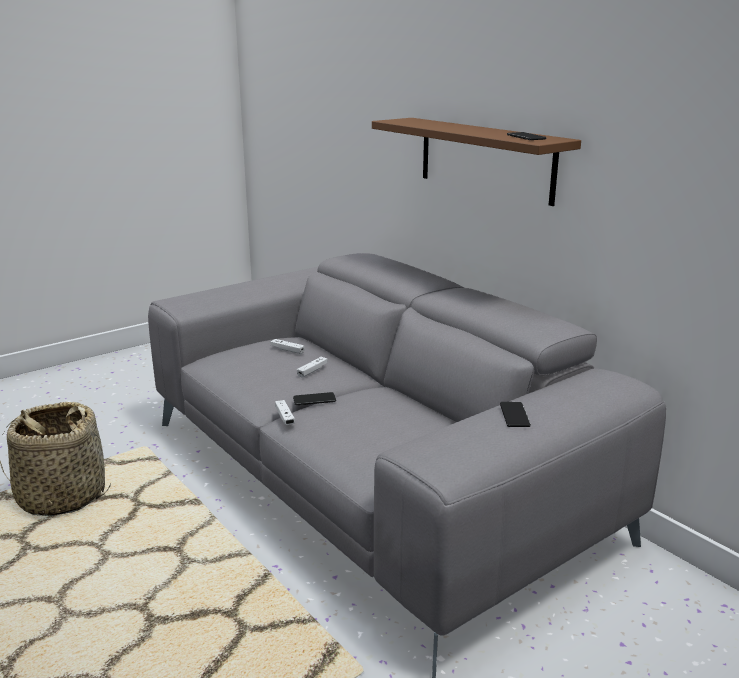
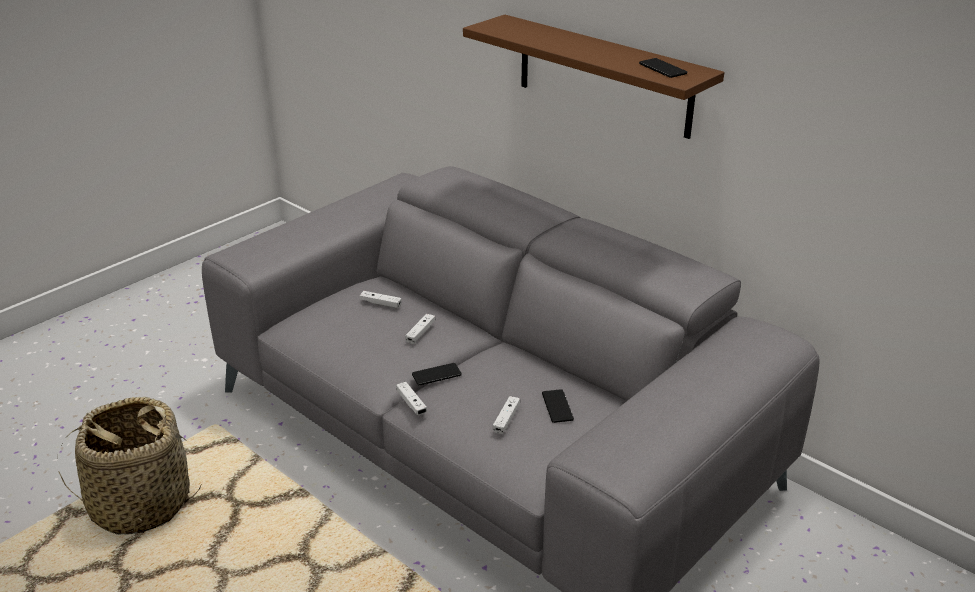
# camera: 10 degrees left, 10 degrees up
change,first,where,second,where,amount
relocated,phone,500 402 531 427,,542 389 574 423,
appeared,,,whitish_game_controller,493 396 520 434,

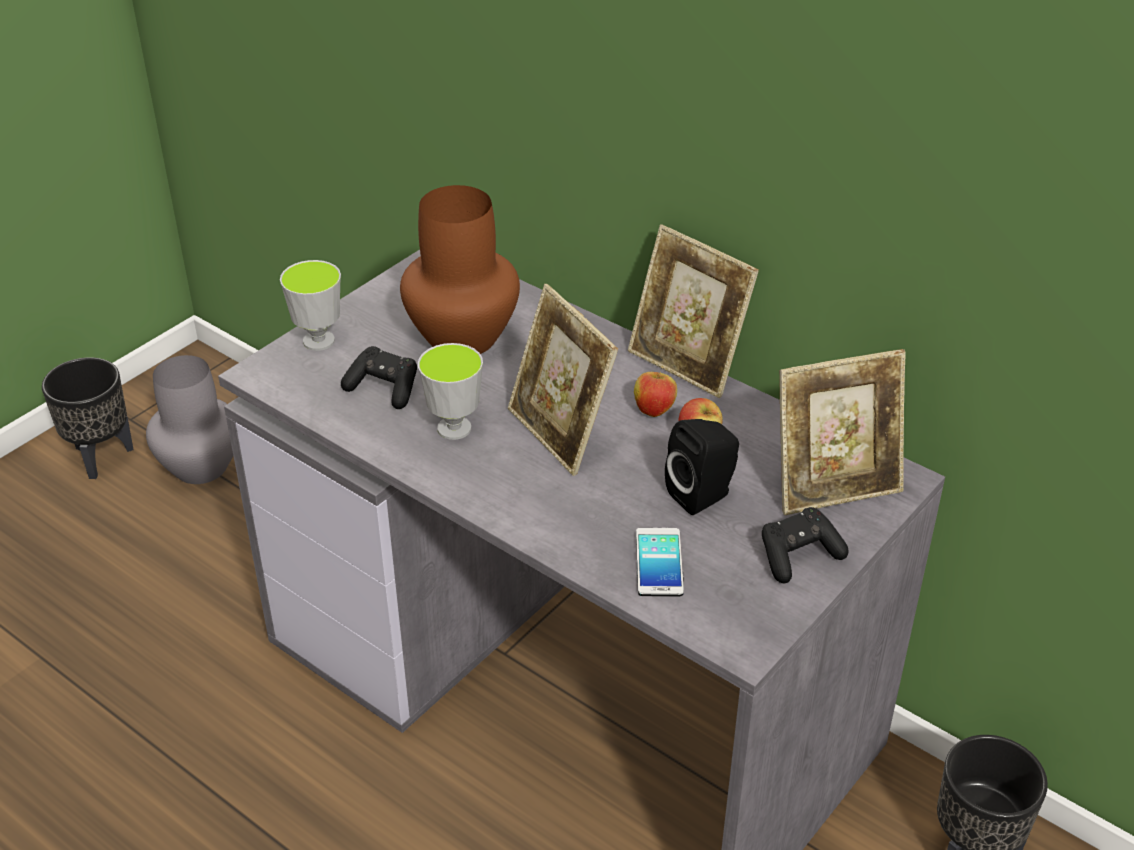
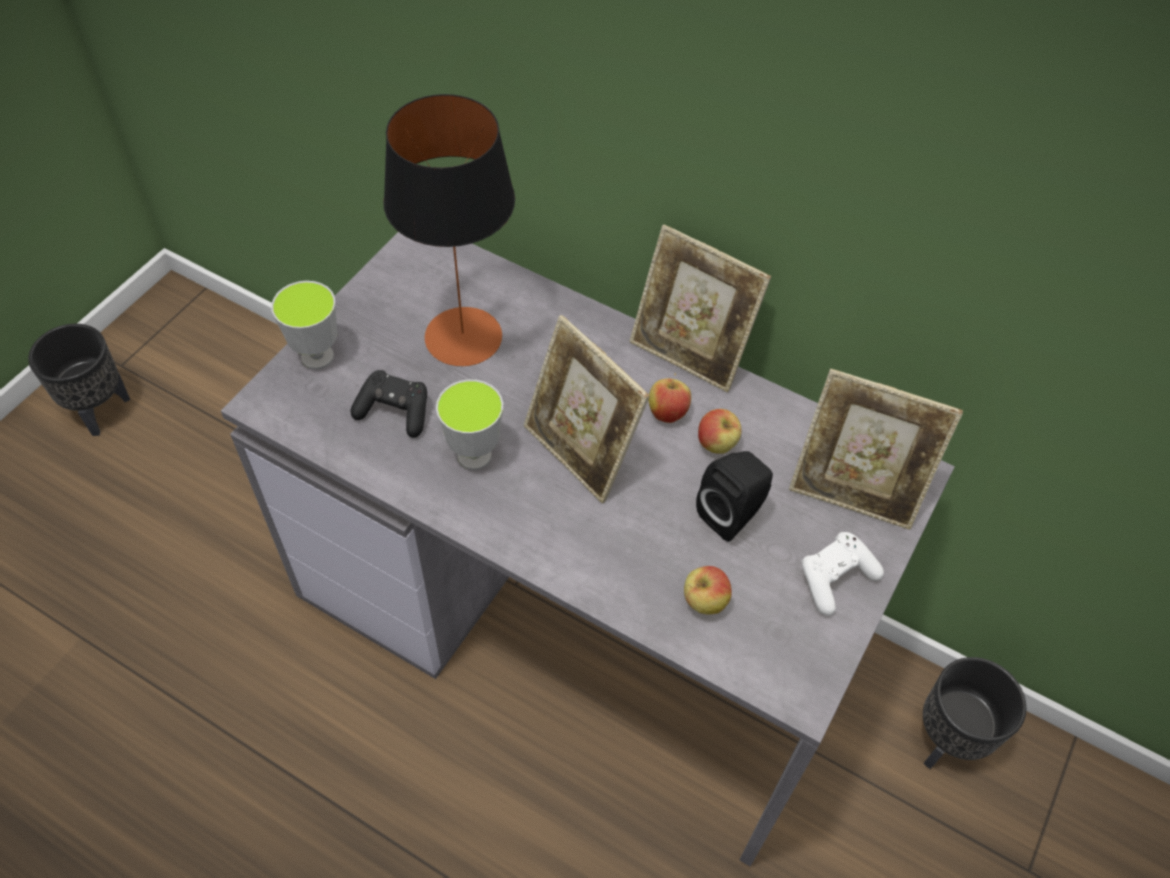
# camera: 10 degrees left, 15 degrees up
change,first,where,second,where,amount
exchanged,brown_flower_vase,400 185 520 354,tabletop_lamp,383 94 515 366,
spun,standing_frame,779 349 906 515,,789 369 963 530,45 degrees clockwise
missing,gray_flower_vase,146 355 233 484,,,
colour,black-coloured_game_controller,762 507 848 583,whitish_game_controller,801 532 884 616,
exchanged,phone,636 528 684 597,apple,684 566 732 615,

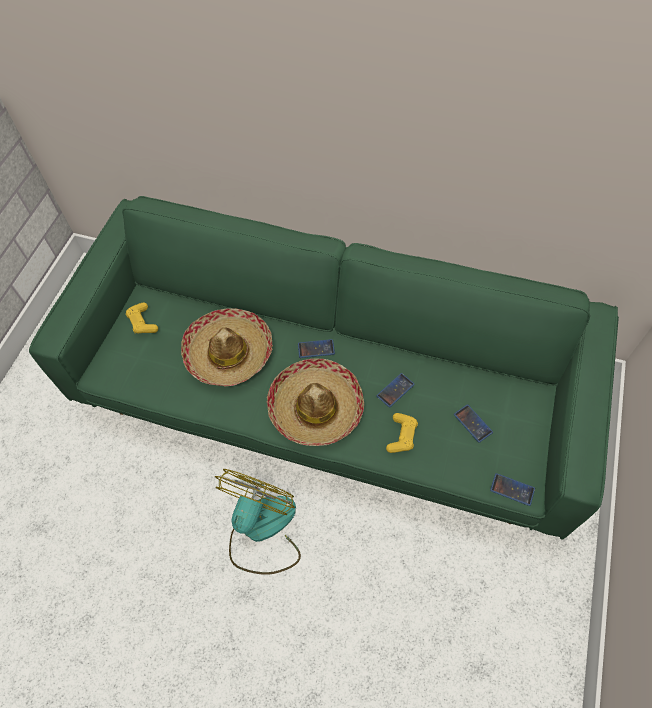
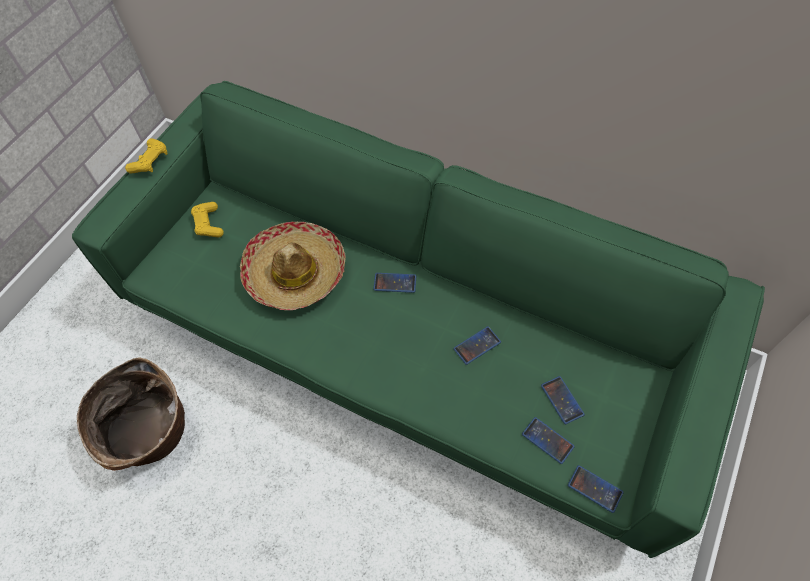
# camera: 10 degrees right, 0 degrees up
change,first,where,second,where,amount
missing,wearable_hat,267 358 364 446,,,
relocated,yellowish_game_controller,386 413 418 453,,125 138 167 173,
missing,fan,215 469 301 575,,,
appeared,,,basket,77 357 185 471,
appeared,,,phone,522 417 575 464,

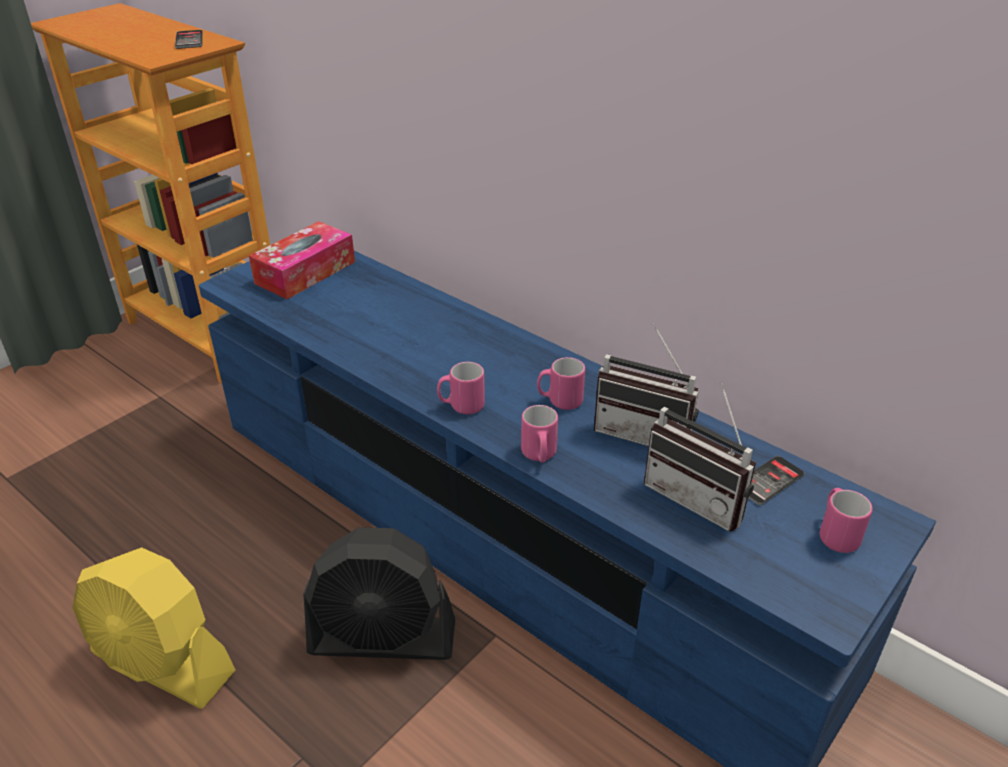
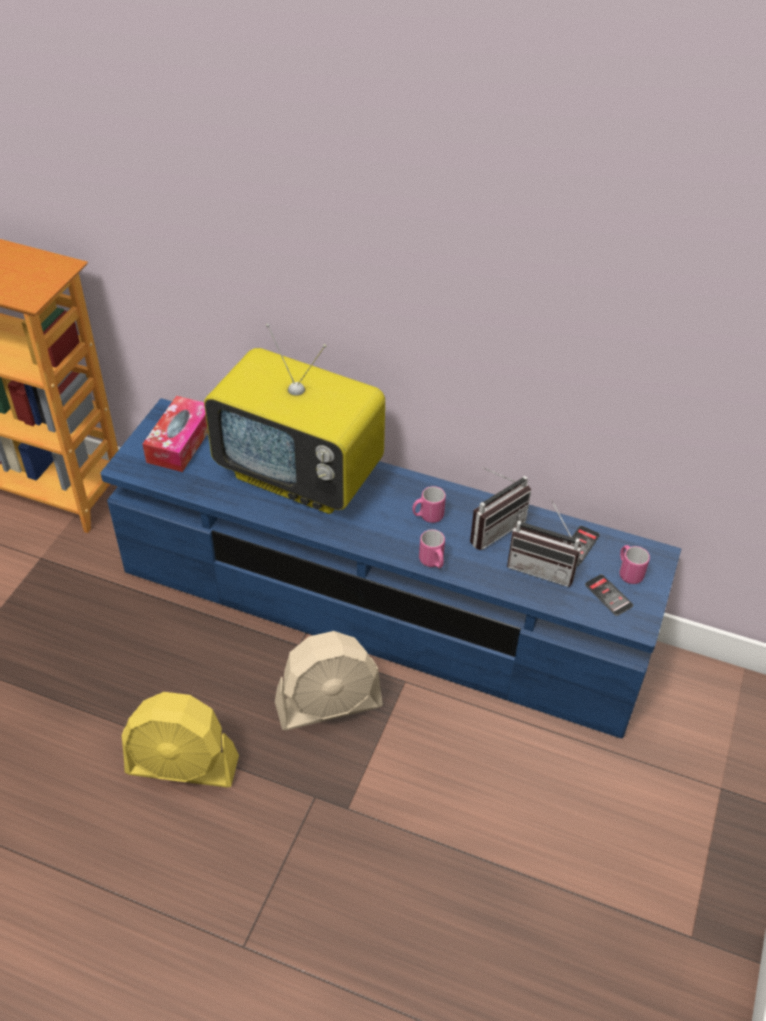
# camera: 20 degrees left, 10 degrees up
change,first,where,second,where,amount
relocated,phone,175 30 203 49,,585 574 633 616,
spun,radio,594 323 699 446,,470 467 531 550,45 degrees counterclockwise
missing,pink_mug,437 362 485 414,,,
colour,black-coloured_fan,303 527 455 660,beige_fan,275 631 383 730,
appeared,,,TV_set,204 324 385 514,

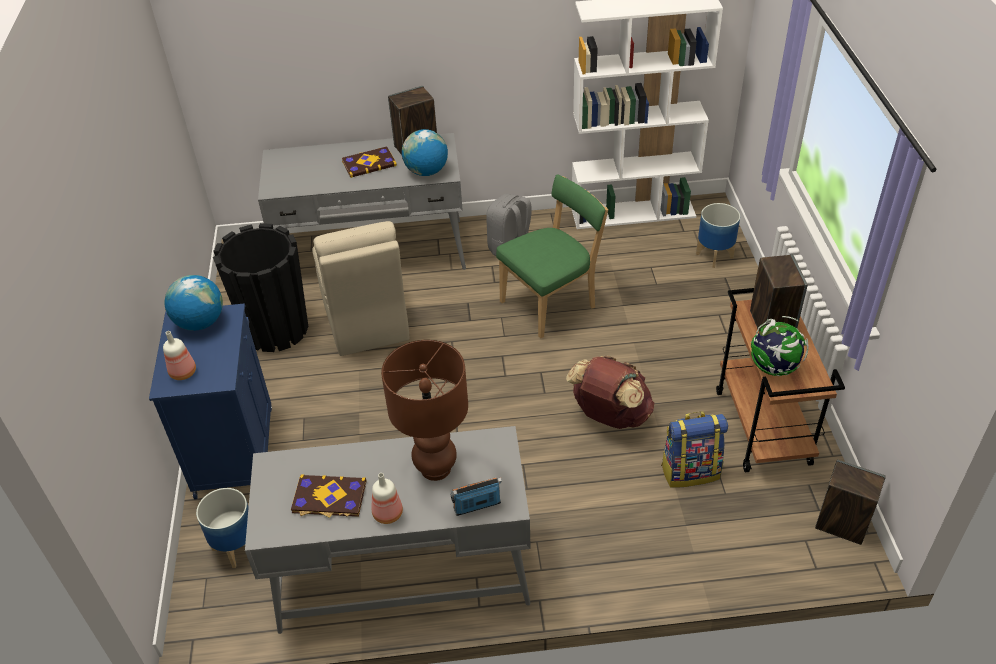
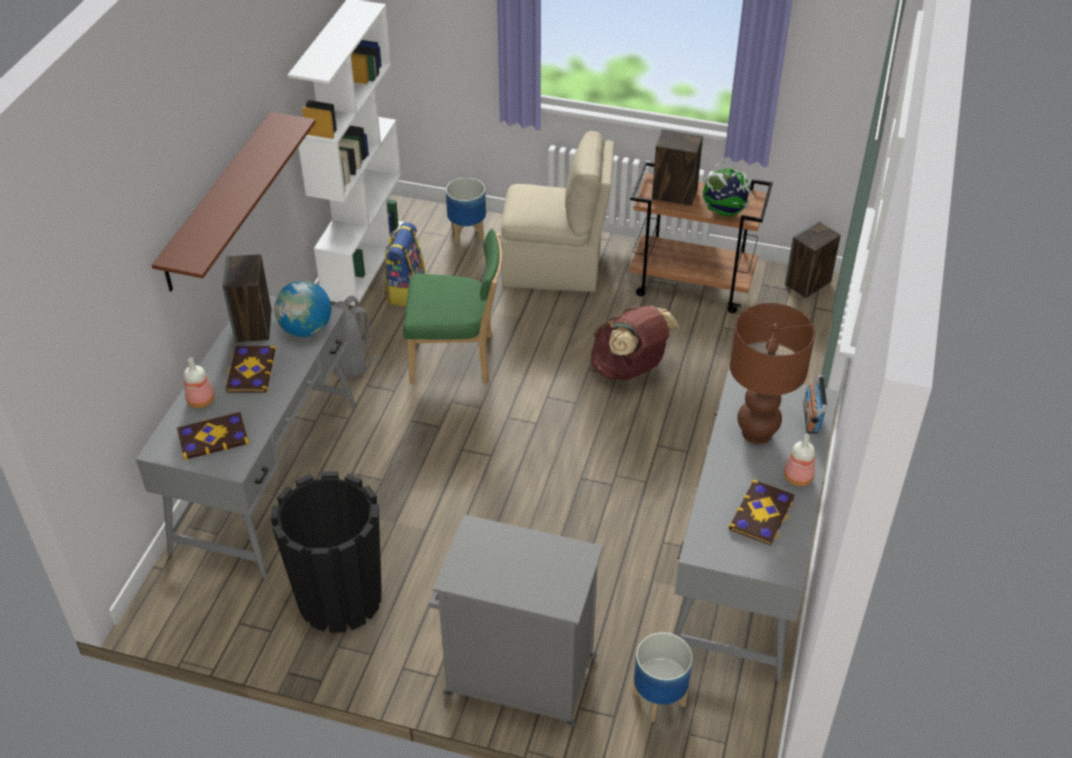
# camera: 70 degrees left, 0 degrees up
change,first,where,second,where,amount
spun,green_plain_chair,496 174 608 338,,403 228 502 384,105 degrees clockwise
relocated,beige_plain_chair,312 221 410 356,,501 131 614 292,
missing,desk_globe,165 275 223 331,,,
colour,blue_cabinet,149 304 272 499,gray_cabinet,429 514 603 727,
relocated,drink_bottle,163 331 196 380,,184 357 215 408,
relocated,backpack,661 411 728 488,,384 222 425 307,
appeared,,,brown_bracket_shelf,151 112 316 292,
appeared,,,volume,177 412 249 460,

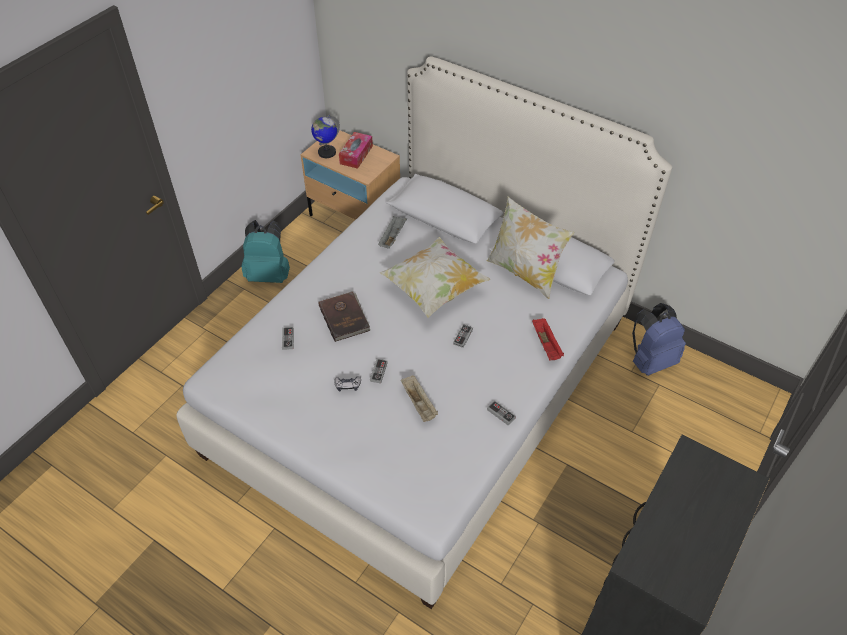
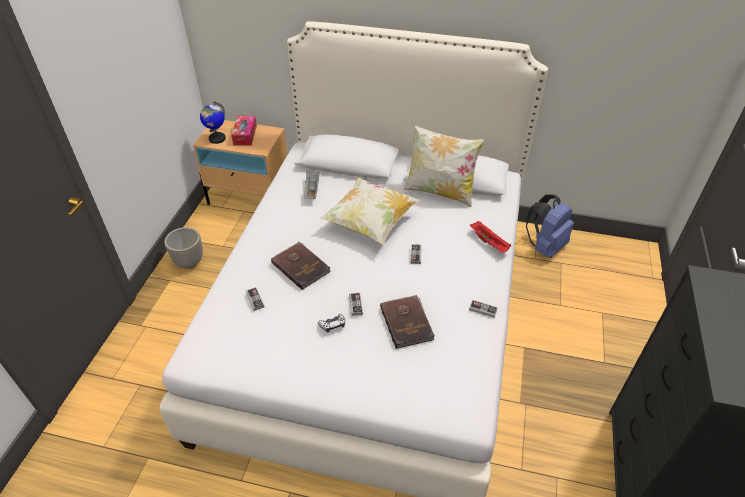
# camera: 20 degrees left, 5 degrees down
change,first,where,second,where,amount
exchanged,turquoise-coloured_backpack,241 220 290 283,plant_pot,164 227 203 269,
exchanged,beige_tray,401 375 438 422,brown_volume,380 295 435 349,

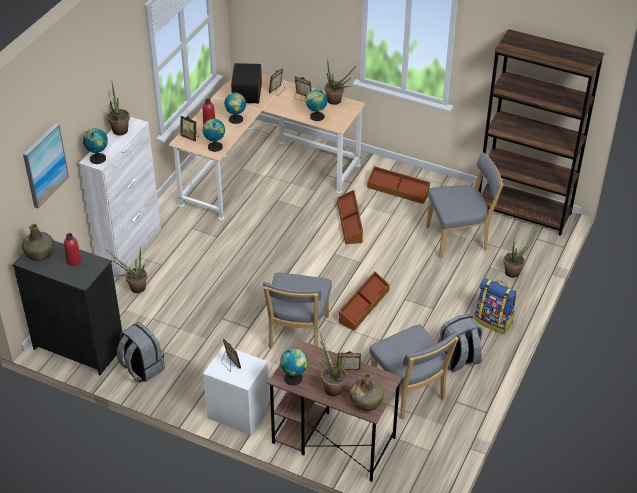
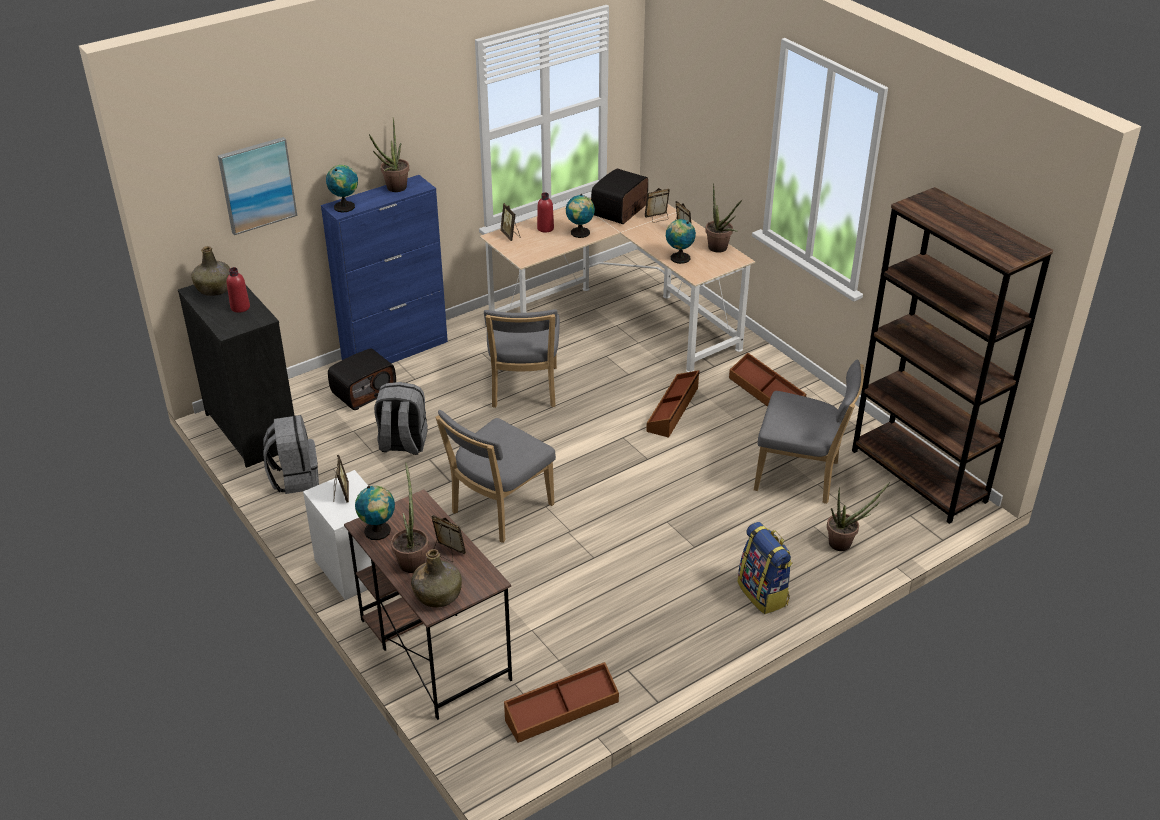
# camera: 30 degrees right, 5 degrees down
change,first,where,second,where,amount
colour,whitish_cabinet,79 117 161 279,blue_cabinet,321 175 448 363,
missing,desk_globe,203 119 225 152,,,
exchanged,houseplant,105 248 147 293,radio,328 348 396 410,
relocated,brown_storage_bin,339 271 390 331,,504 662 619 743,
relocated,gray_backpack,438 314 483 371,,374 382 428 455,
relocated,gray_plain_chair,369 324 459 419,,484 309 560 408,

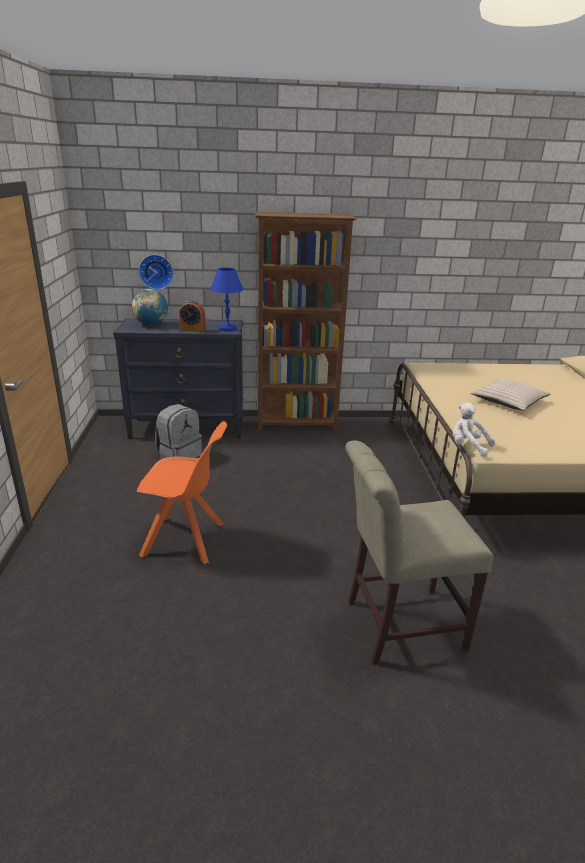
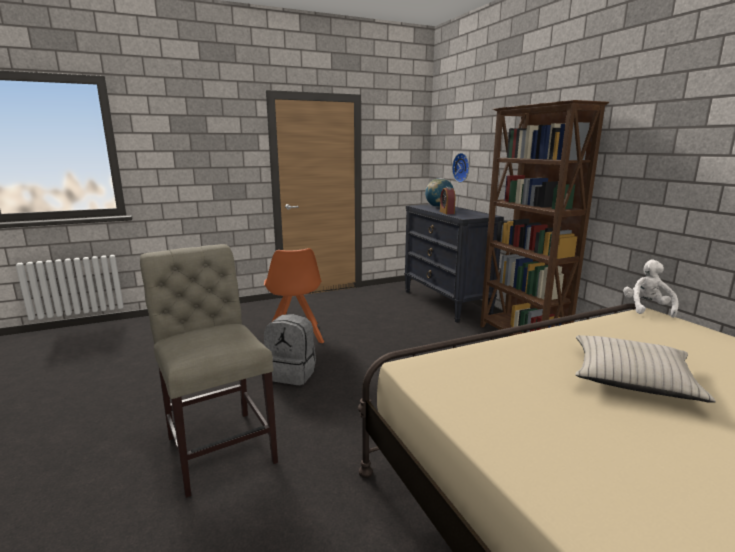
# camera: 70 degrees right, 10 degrees down
change,first,where,second,where,amount
missing,blue_tabletop_lamp,211 268 243 332,,,
relocated,whitish_cuddly_toy,453 403 495 456,,623 260 679 318,
relocated,gray_backpack,155 404 202 459,,264 314 316 385,

